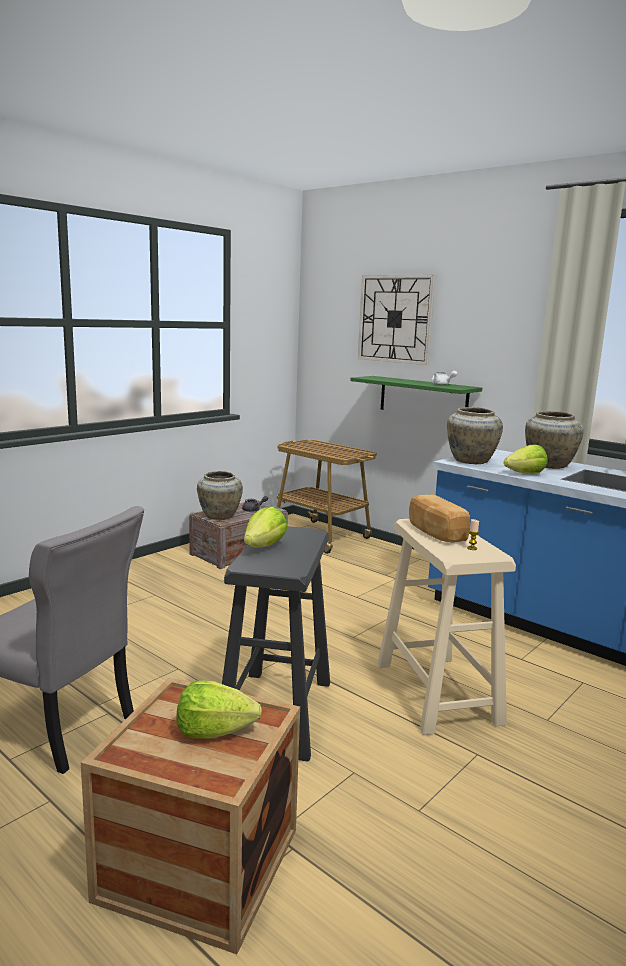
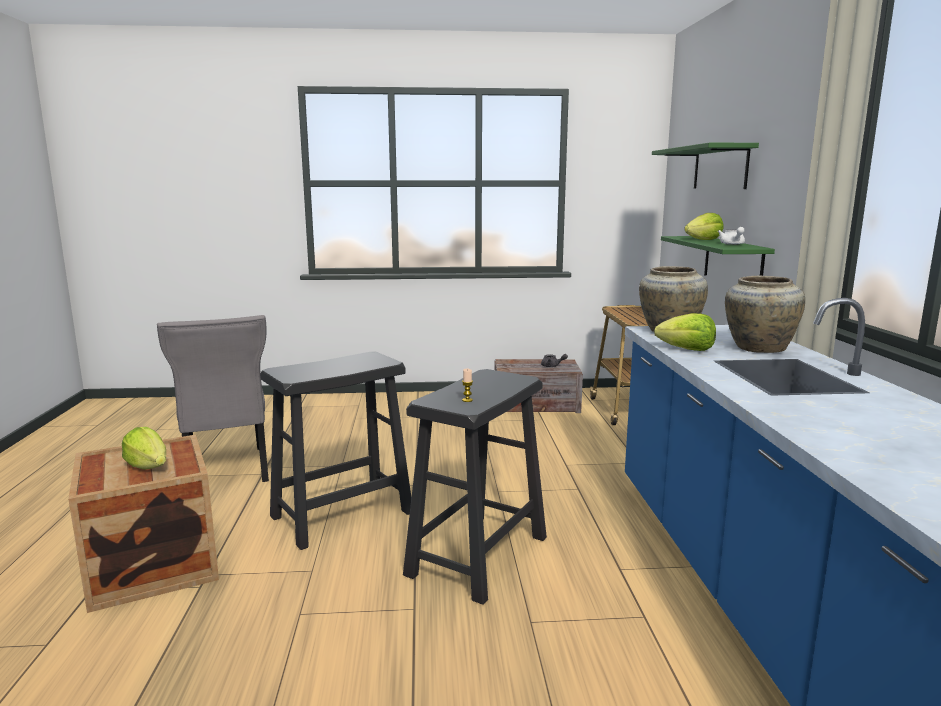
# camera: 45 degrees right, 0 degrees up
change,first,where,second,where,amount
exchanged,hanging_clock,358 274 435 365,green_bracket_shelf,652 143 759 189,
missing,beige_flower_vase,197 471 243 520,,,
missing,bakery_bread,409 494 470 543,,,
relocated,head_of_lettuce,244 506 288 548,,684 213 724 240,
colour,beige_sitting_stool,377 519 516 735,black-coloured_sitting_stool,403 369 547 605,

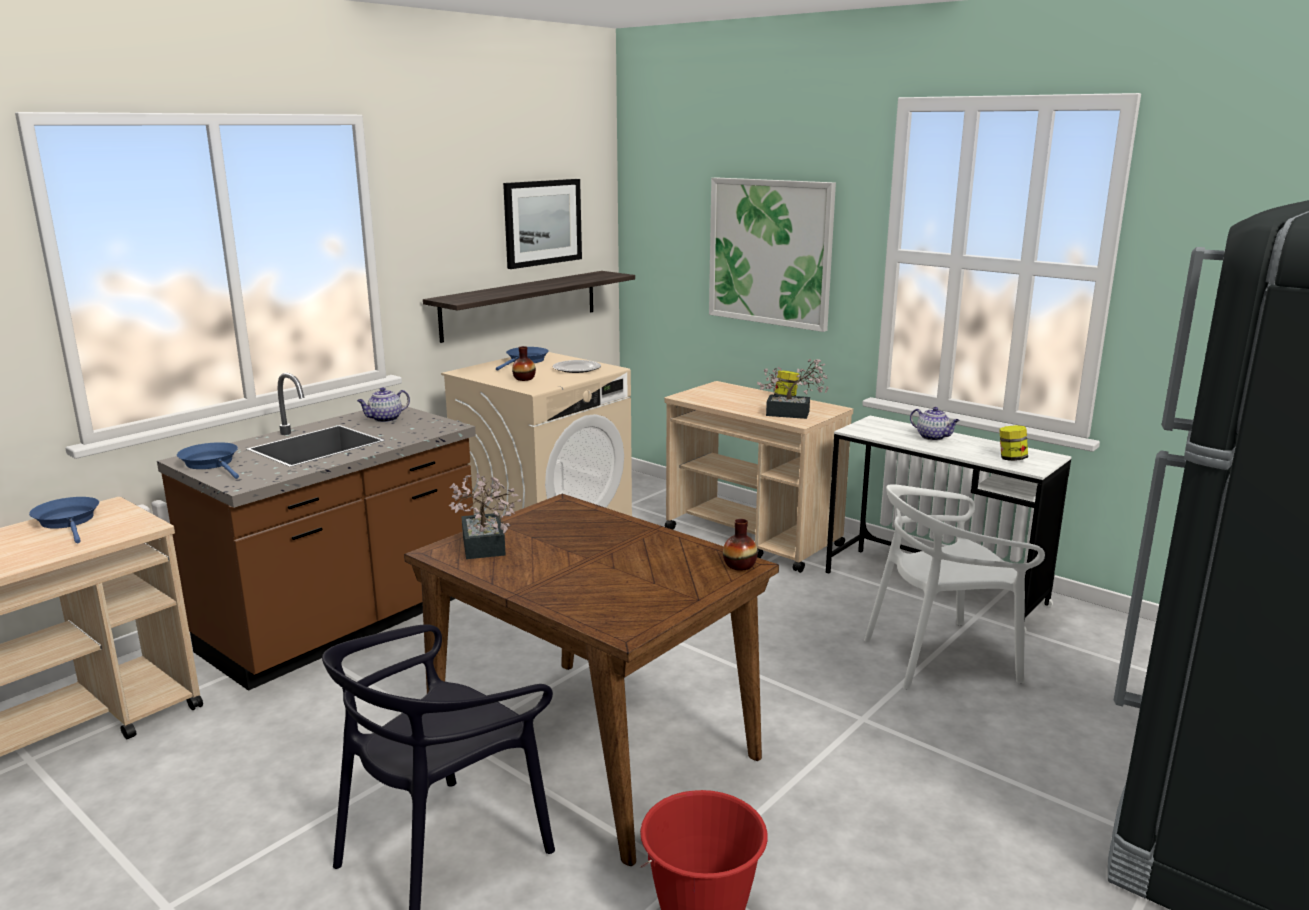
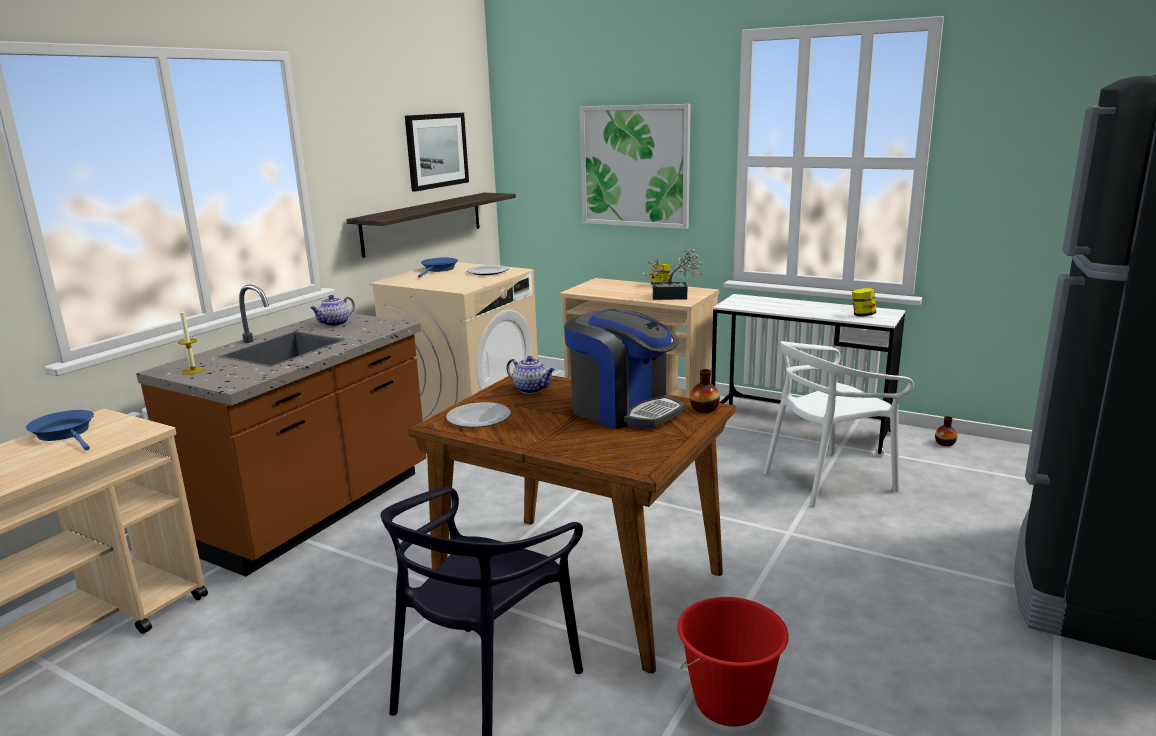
# camera: 10 degrees left, 0 degrees up
change,first,where,second,where,amount
relocated,flower_vase,512 346 536 381,,935 416 957 446,
relocated,pot_for_tea,910 407 960 441,,506 356 555 394,
exchanged,blue_skillet,177 442 239 479,candle,178 308 204 374,
exchanged,houseplant,448 473 521 559,dinner_plate,446 402 511 427,
appeared,,,coffee_brewer,564 309 684 429,

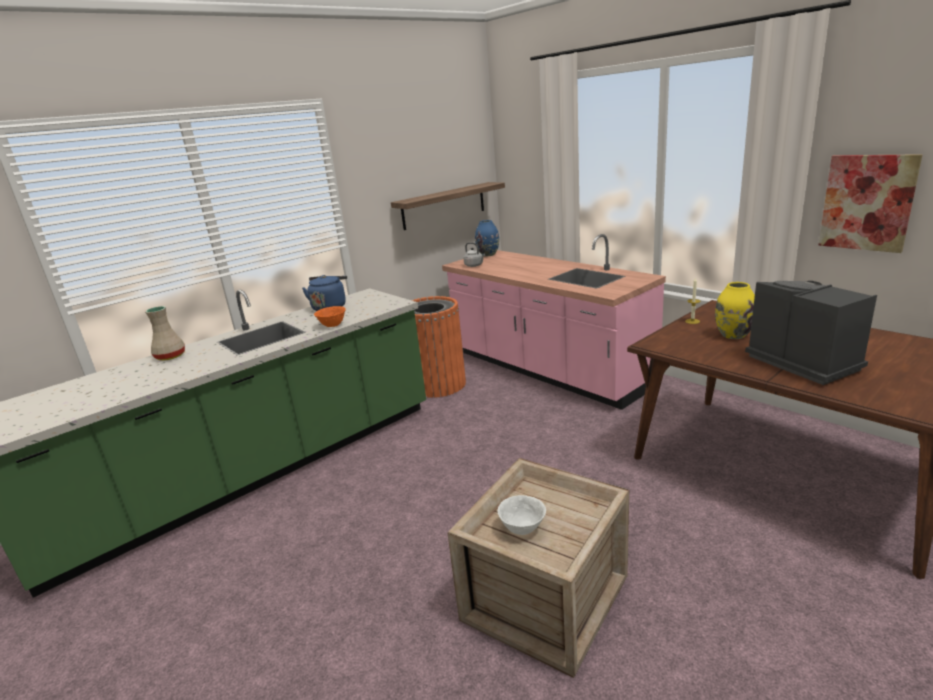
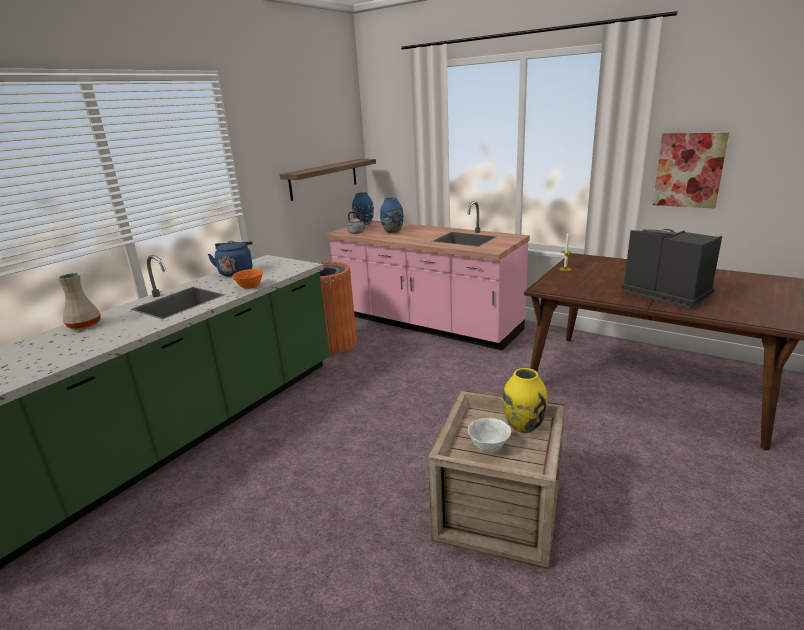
# camera: 15 degrees left, 0 degrees up
change,first,where,second,where,amount
relocated,yellowish_flower_vase,715 282 755 339,,503 368 548 433,
appeared,,,blue_flower_vase,380 198 404 233,

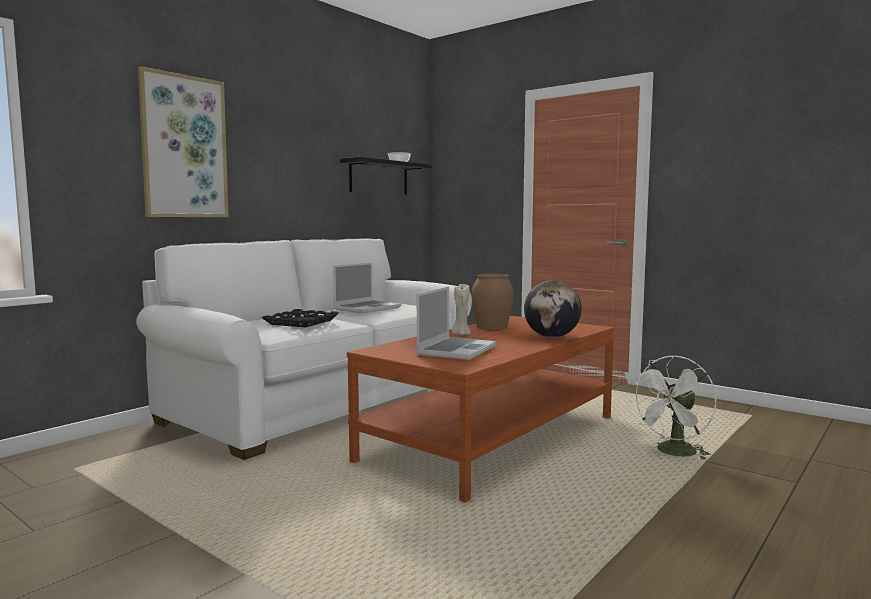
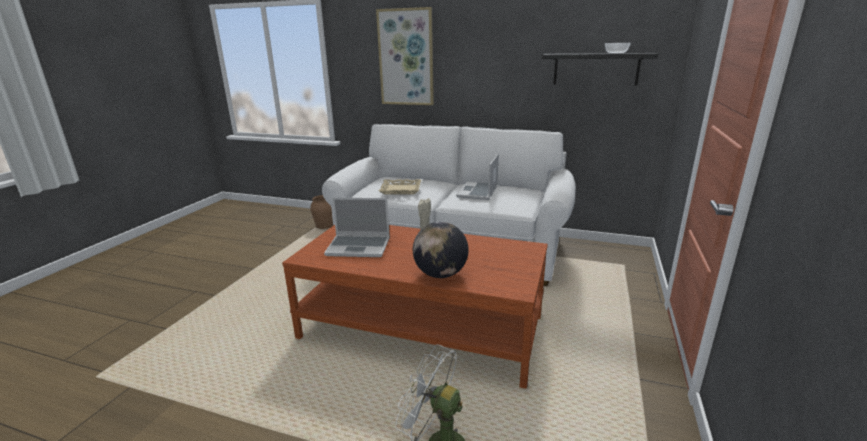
# camera: 70 degrees right, 15 degrees up
change,first,where,second,where,amount
spun,portable_computer,333 263 401 314,,456 153 499 200,90 degrees clockwise
relocated,brown_flower_vase,471 274 514 329,,310 195 333 229,
colour,black-coloured_tray,261 309 339 328,beige_tray,379 179 421 195,

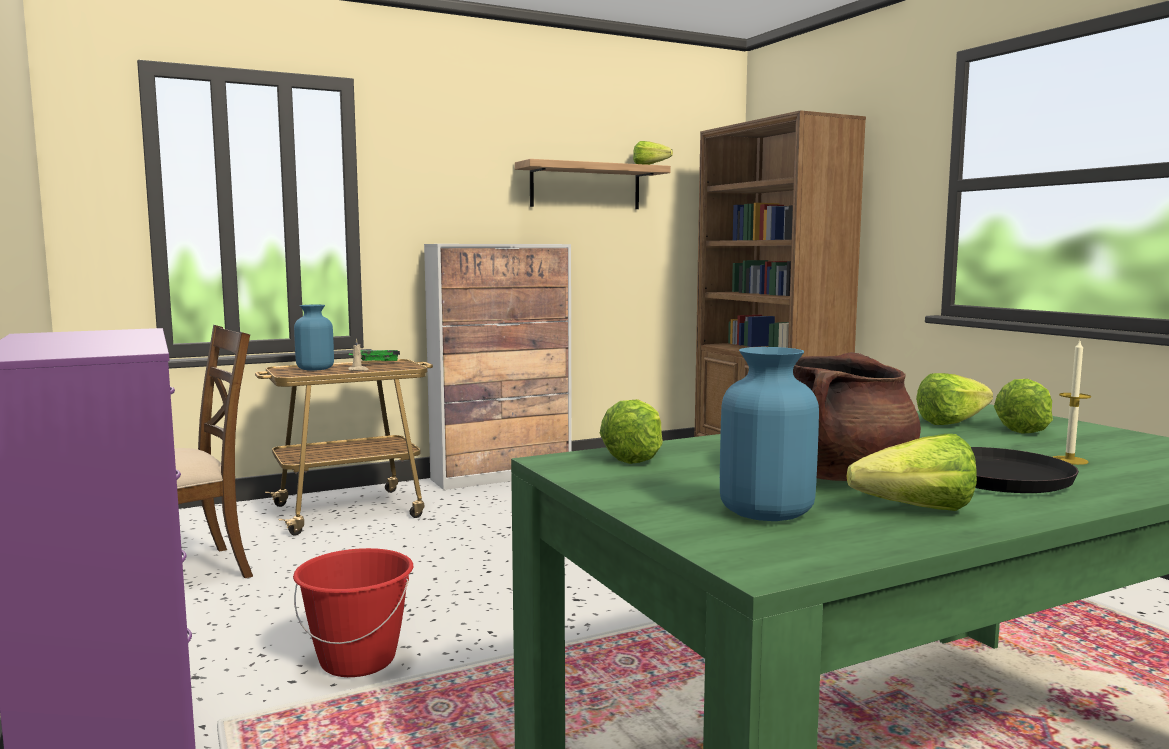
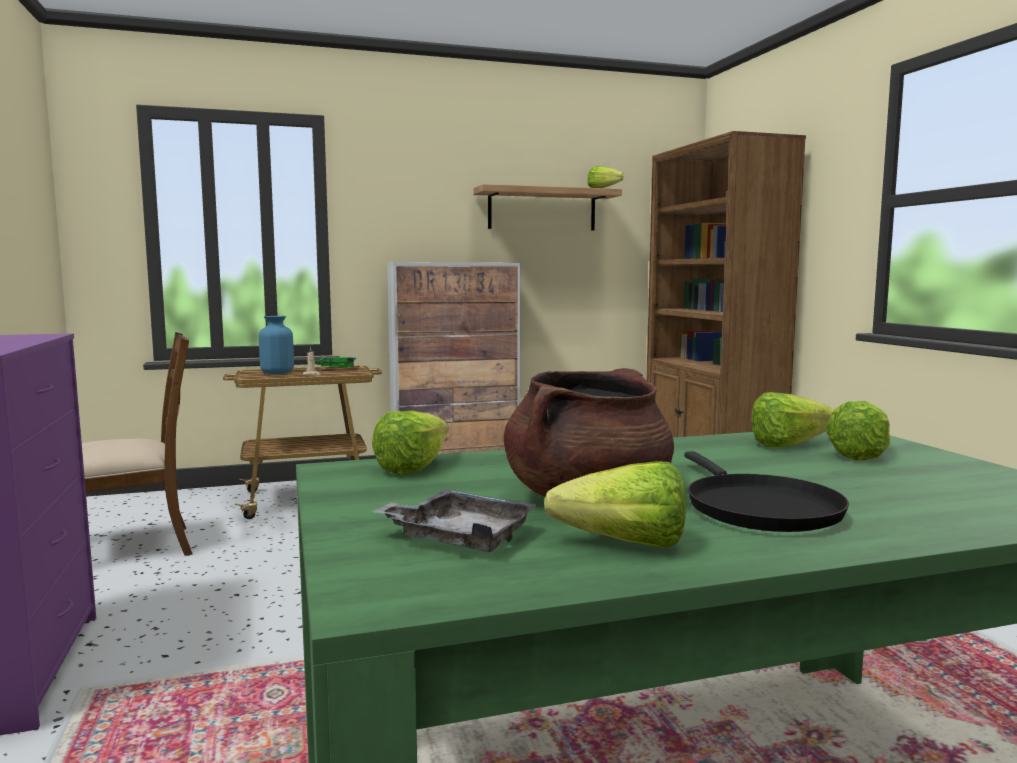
# camera: 10 degrees right, 0 degrees up
change,first,where,second,where,amount
missing,candle,1053 341 1091 465,,,
exchanged,blue_flower_vase,720 347 819 521,gray_tray,371 489 537 552,
missing,reddish_bucket,293 548 413 677,,,

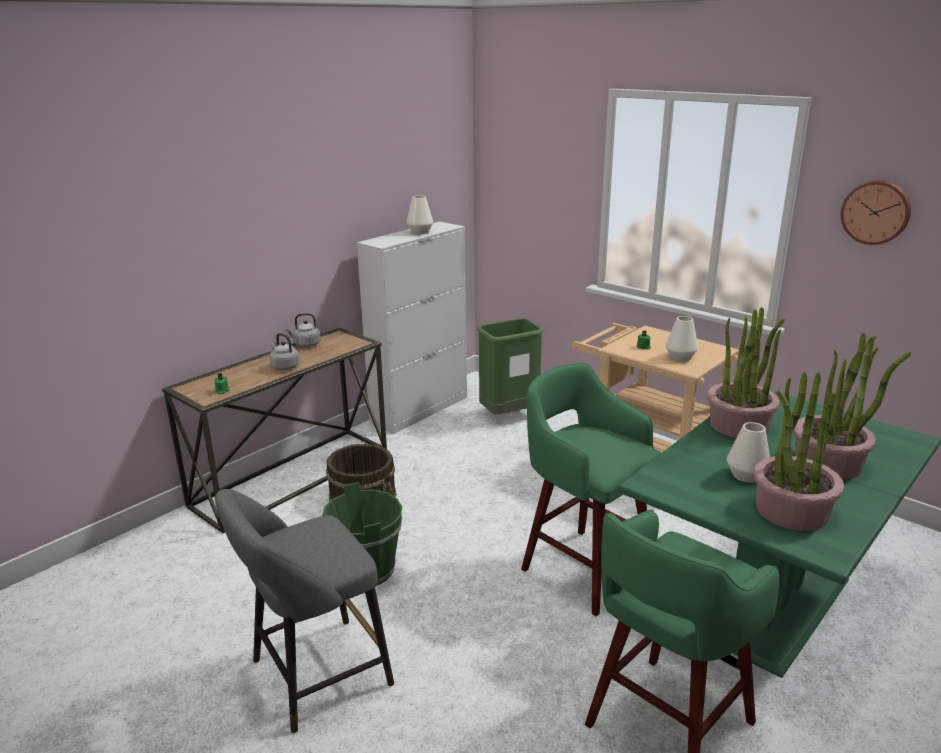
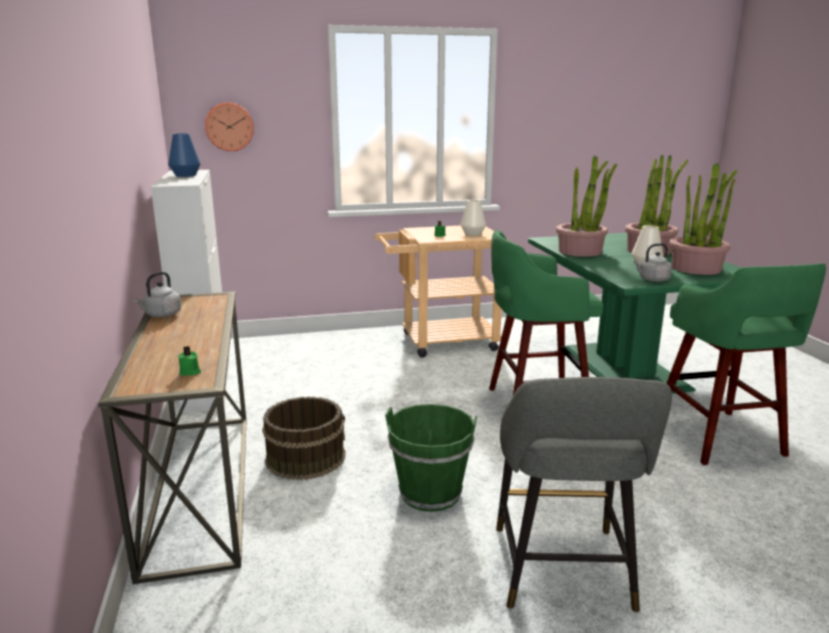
# camera: 55 degrees left, 5 degrees down
change,first,where,second,where,amount
relocated,hanging_clock,841 180 911 245,,205 102 254 151,
colour,whitish_flower_vase,406 196 433 234,blue_flower_vase,168 133 201 177,
missing,green_trash_can,477 318 543 414,,,
relocated,gray_tea_kettle,270 333 300 370,,634 243 672 282,

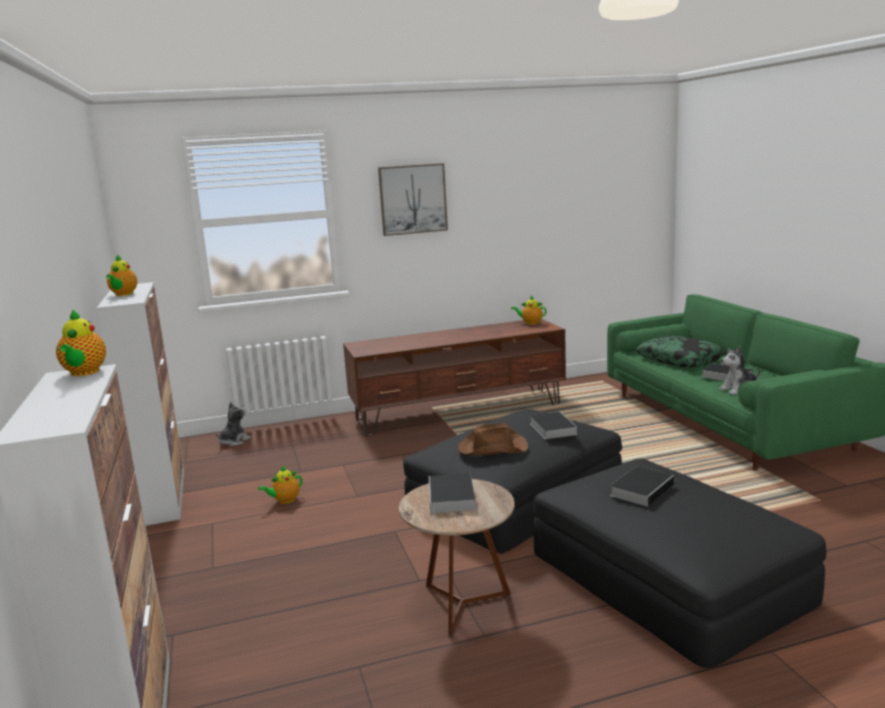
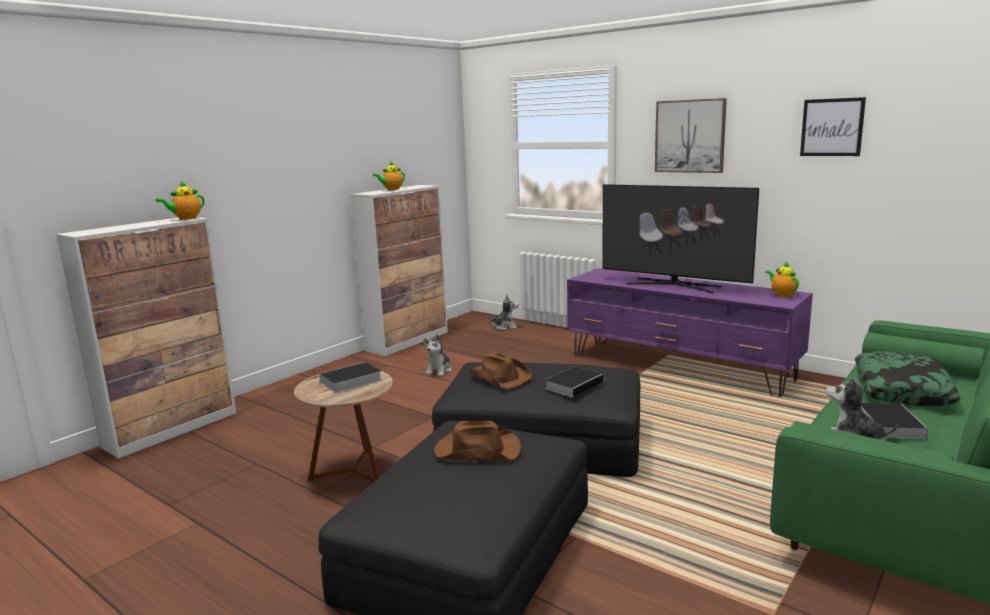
# camera: 55 degrees right, 0 degrees up
change,first,where,second,where,amount
colour,brown_tv_unit,343 319 566 436,purplish_tv_unit,567 268 813 397,
exchanged,pot_for_tea,258 466 303 504,cuddly_toy,424 334 452 376,
exchanged,volume,610 466 675 507,brown_wearable_hat,434 420 521 461,
appeared,,,picture,800 97 866 156,
appeared,,,TV_set,602 184 759 293,

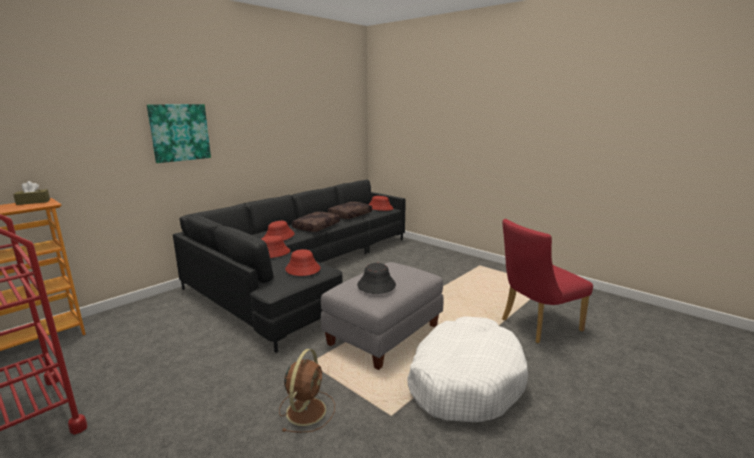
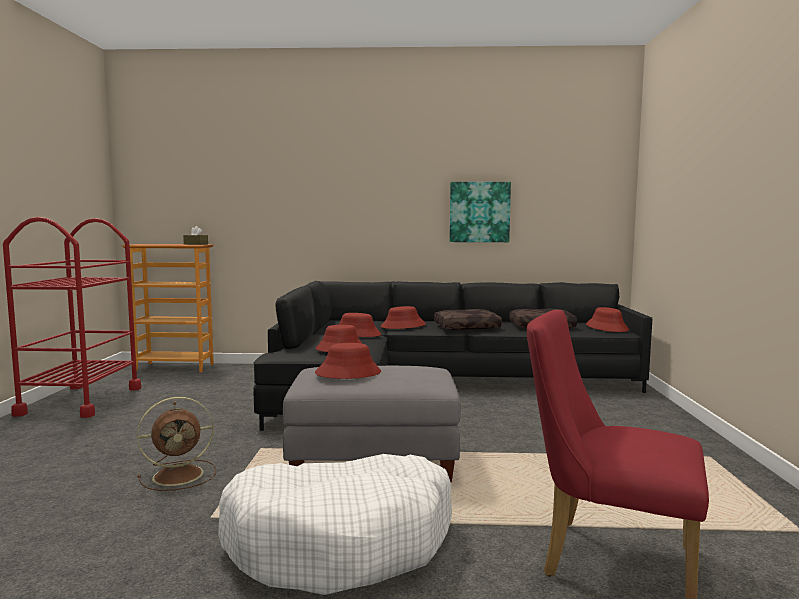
# camera: 50 degrees right, 10 degrees down
change,first,where,second,where,amount
relocated,picture,147 104 211 163,,450 182 511 242,
colour,black-coloured_wearable_hat,357 263 396 294,reddish_wearable_hat,315 343 381 379,

